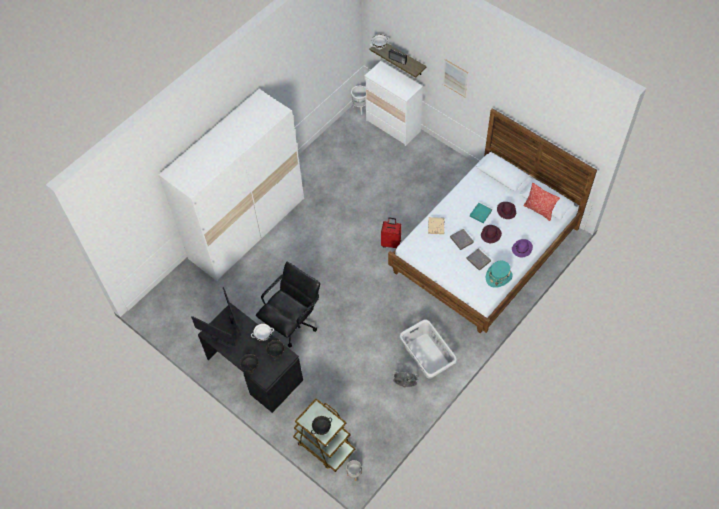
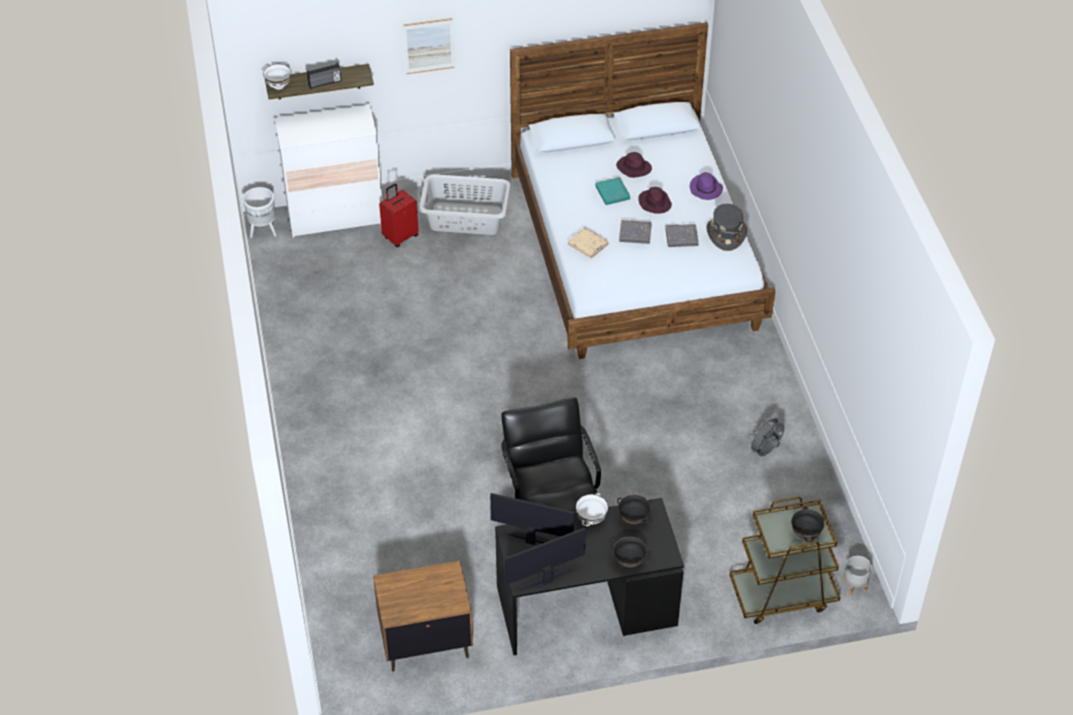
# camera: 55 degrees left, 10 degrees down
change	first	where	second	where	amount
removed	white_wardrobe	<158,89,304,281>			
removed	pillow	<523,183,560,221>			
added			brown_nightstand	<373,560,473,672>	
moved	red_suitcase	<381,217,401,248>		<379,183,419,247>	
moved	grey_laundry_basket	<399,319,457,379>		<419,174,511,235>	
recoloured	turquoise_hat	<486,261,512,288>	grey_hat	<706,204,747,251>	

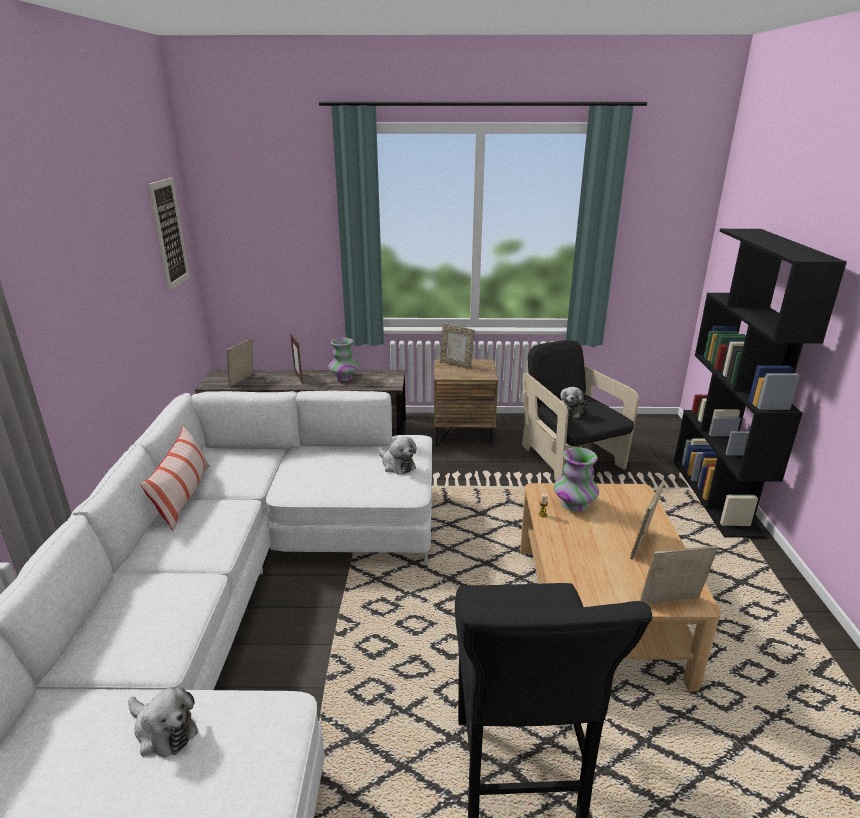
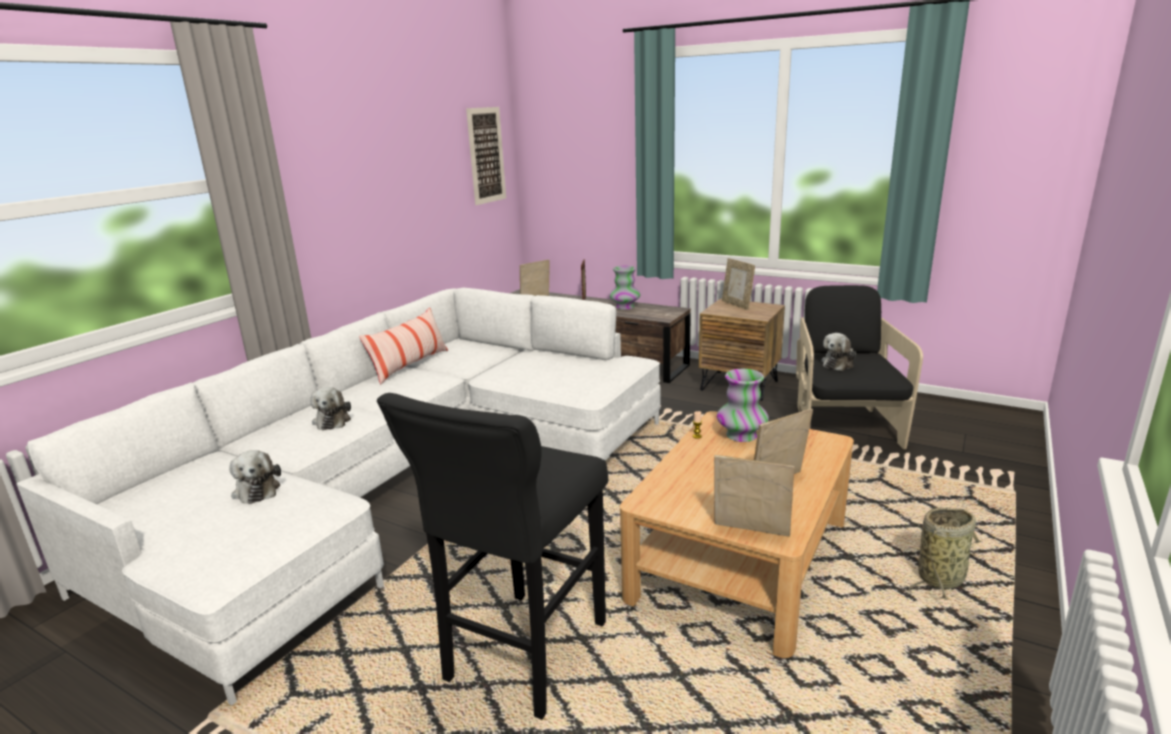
# camera: 30 degrees right, 5 degrees down
change	first	where	second	where	amount
removed	black_bookcase	<674,229,847,539>			
added			basket	<909,507,982,600>	
moved	plush_toy	<378,436,417,475>		<310,387,351,430>	

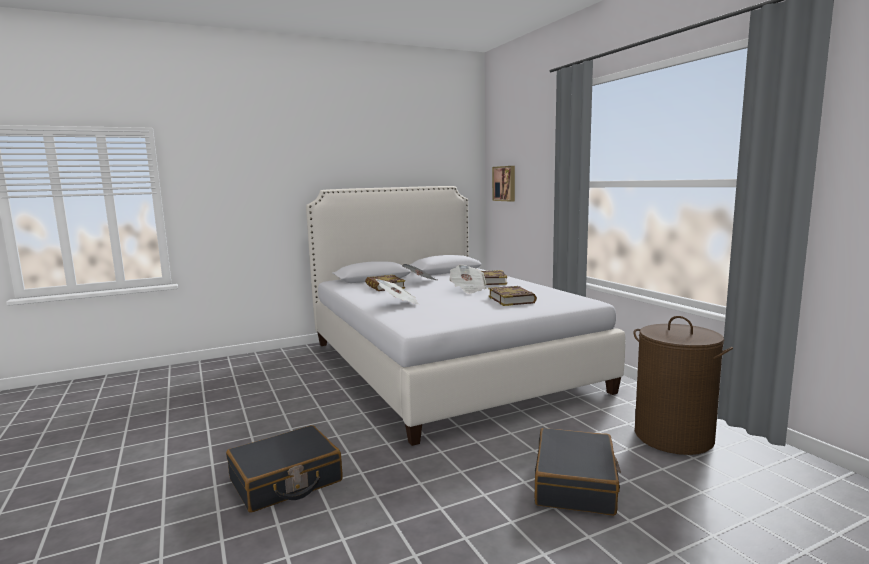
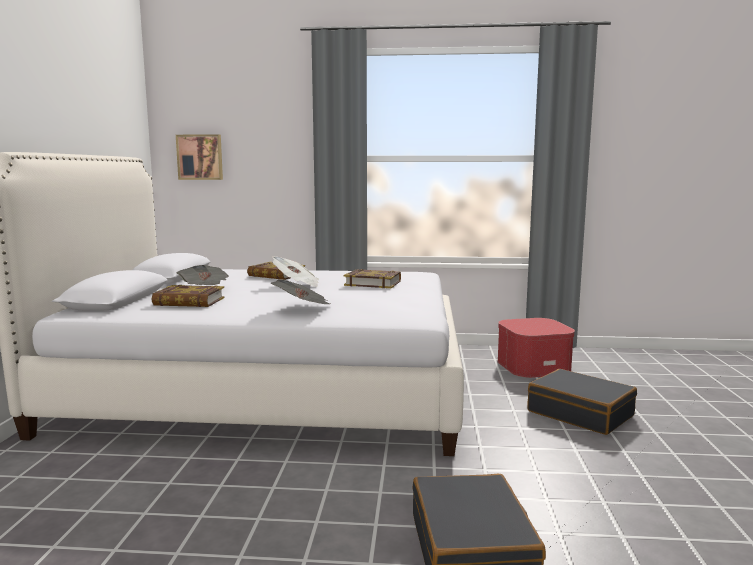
# camera: 60 degrees left, 0 degrees up
change	first	where	second	where	amount
replaced	brown_laundry_basket	<633,316,733,455>	ottoman	<497,318,575,378>	

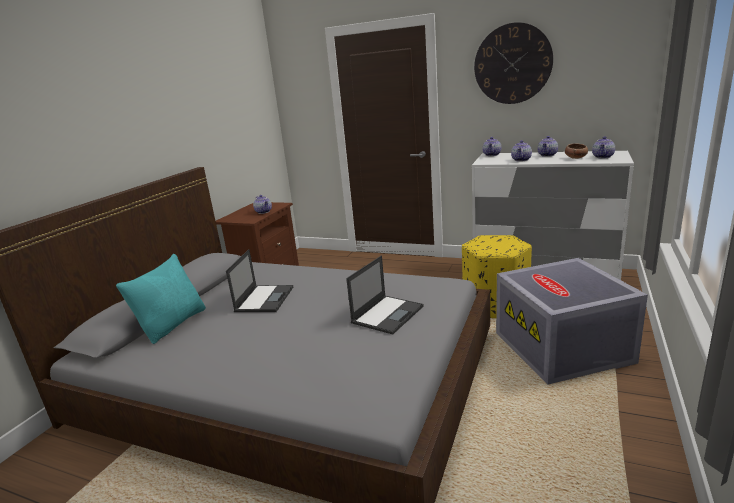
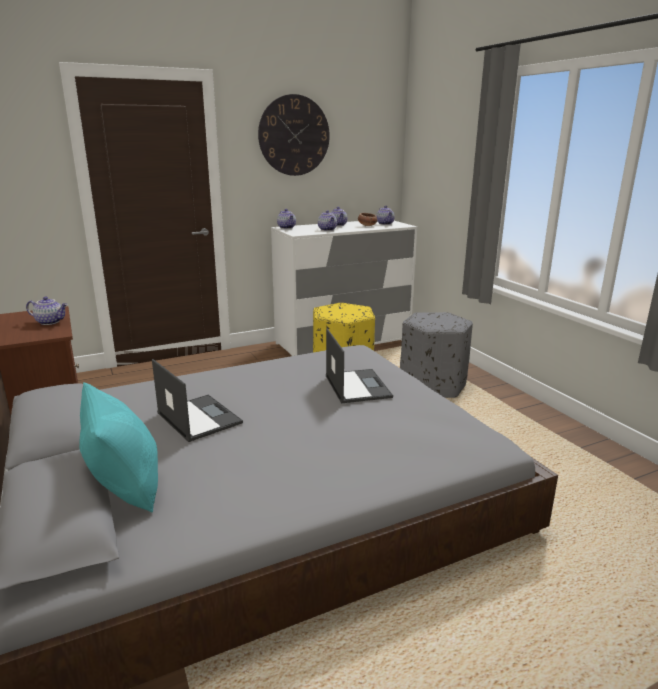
# camera: 50 degrees left, 0 degrees up
change	first	where	second	where	amount
replaced	grey_storage_box	<496,258,648,385>	grey_ottoman	<400,312,473,398>	

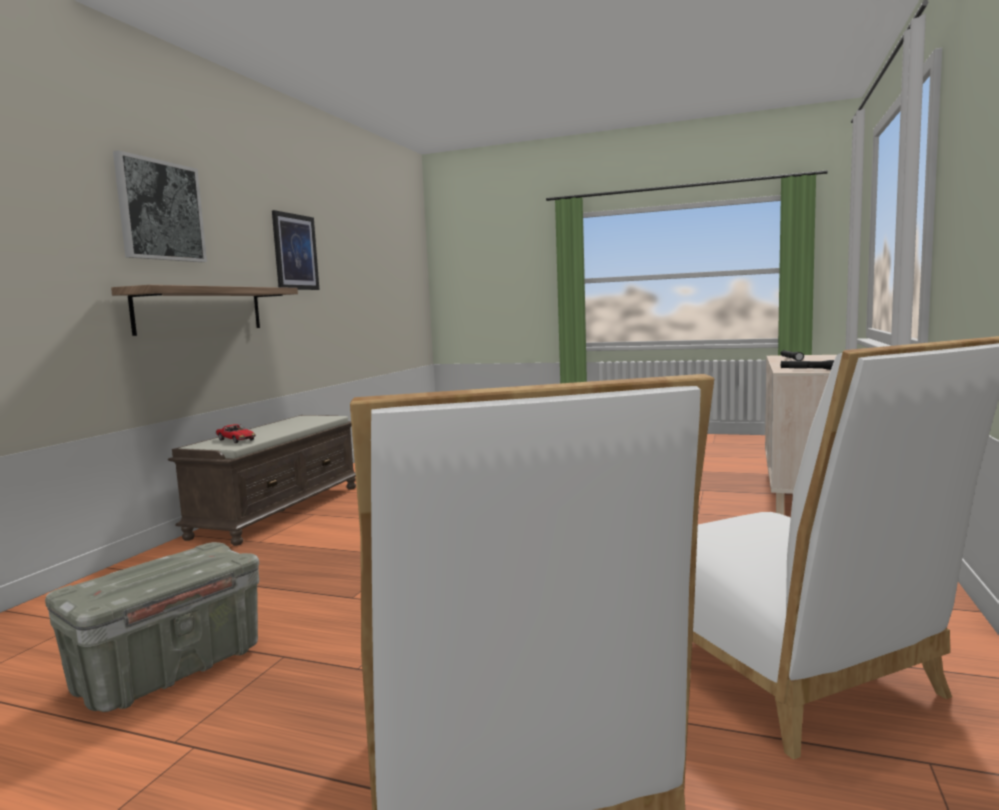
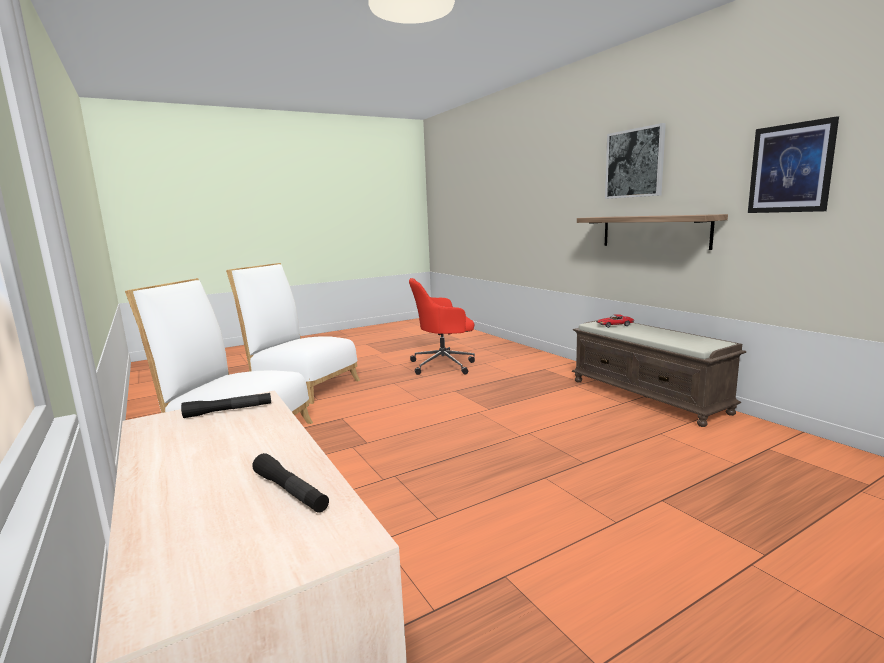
# camera: 130 degrees right, 5 degrees up
change	first	where	second	where	amount
replaced	grey_storage_box	<45,542,259,712>	red_office_chair	<409,278,475,375>	

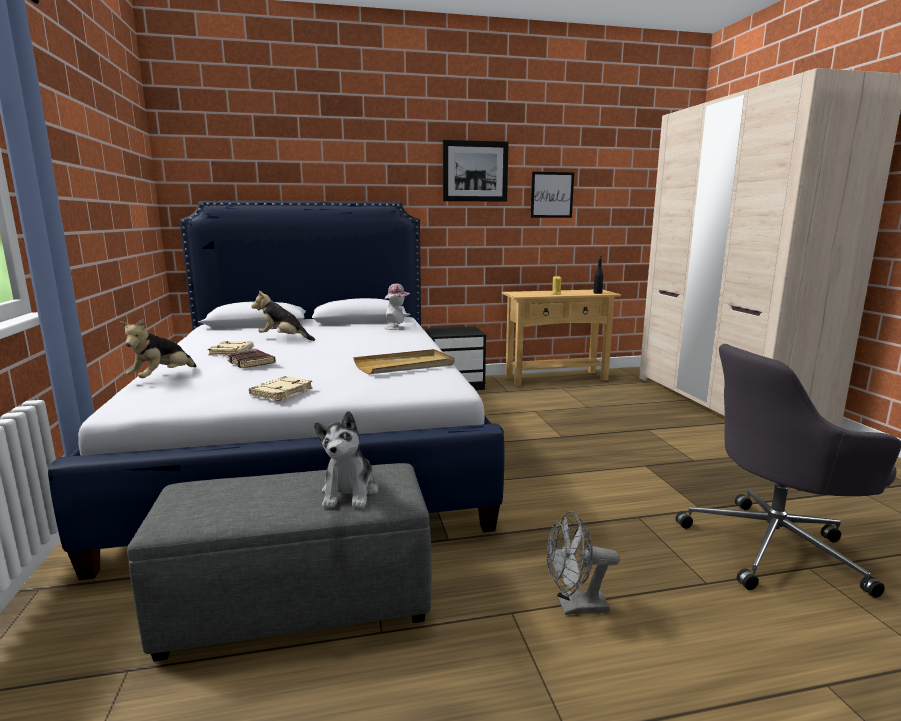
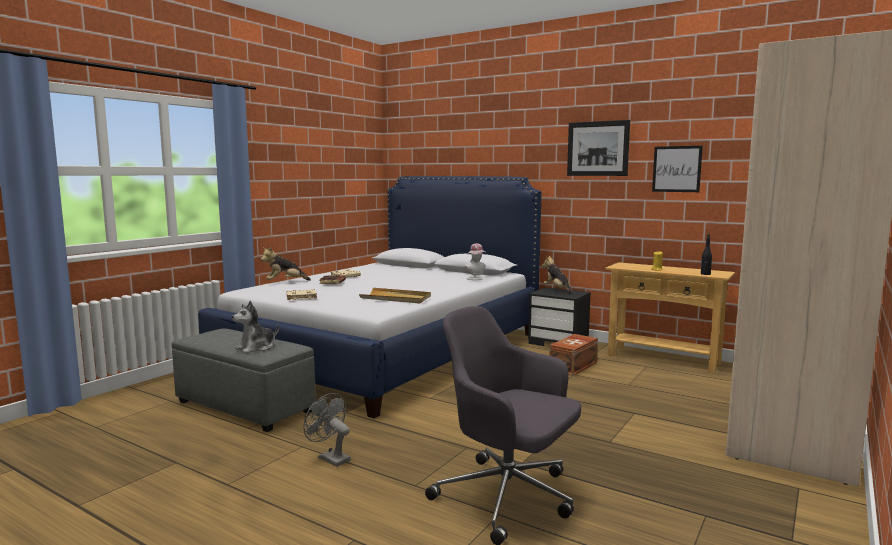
# camera: 45 degrees right, 5 degrees down
change	first	where	second	where	amount
added			brown_storage_box	<550,334,598,376>	
moved	plush_toy	<251,291,315,341>		<542,256,575,294>	

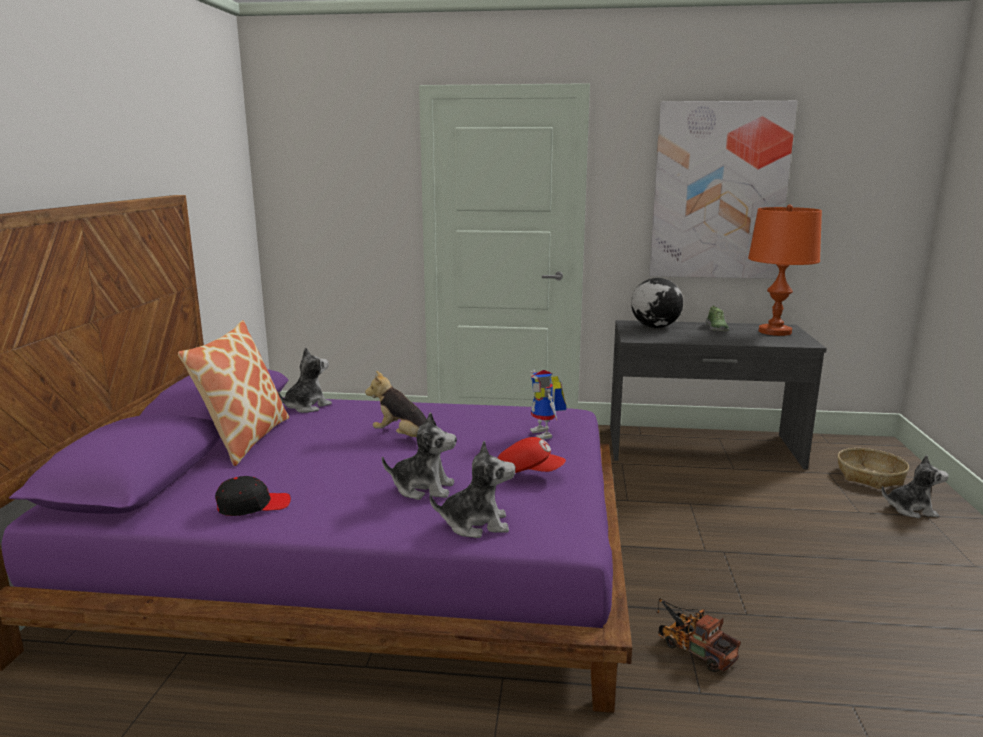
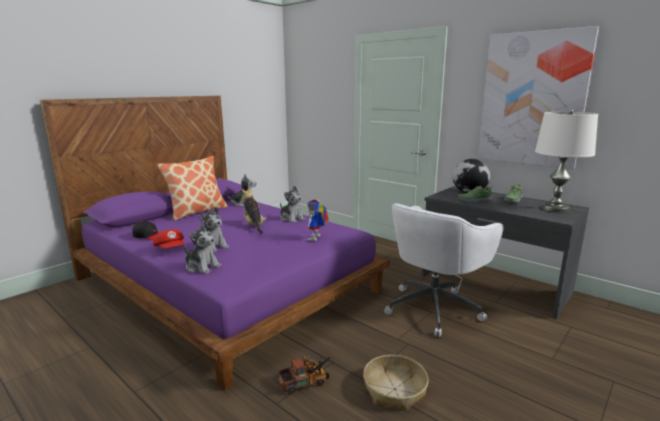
# camera: 35 degrees right, 0 degrees up
change	first	where	second	where	amount
added			white_office_chair	<384,203,503,337>	
added			shoe	<458,186,493,202>	
moved	red_cap	<498,437,566,473>		<153,229,184,249>	
moved	basket	<837,448,909,489>		<363,355,428,411>	
moved	plush_toy	<882,455,948,518>		<280,186,305,223>	
recoloured	orange_table_lamp	<748,204,822,336>	white_table_lamp	<535,109,598,212>	
turned	toy_truck	<656,598,741,672>		<278,356,334,394>	75 degrees clockwise

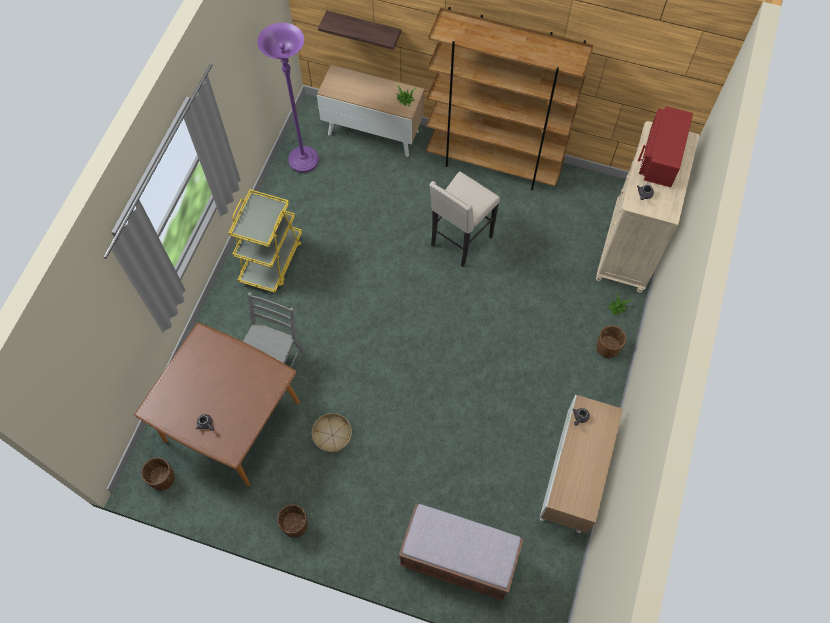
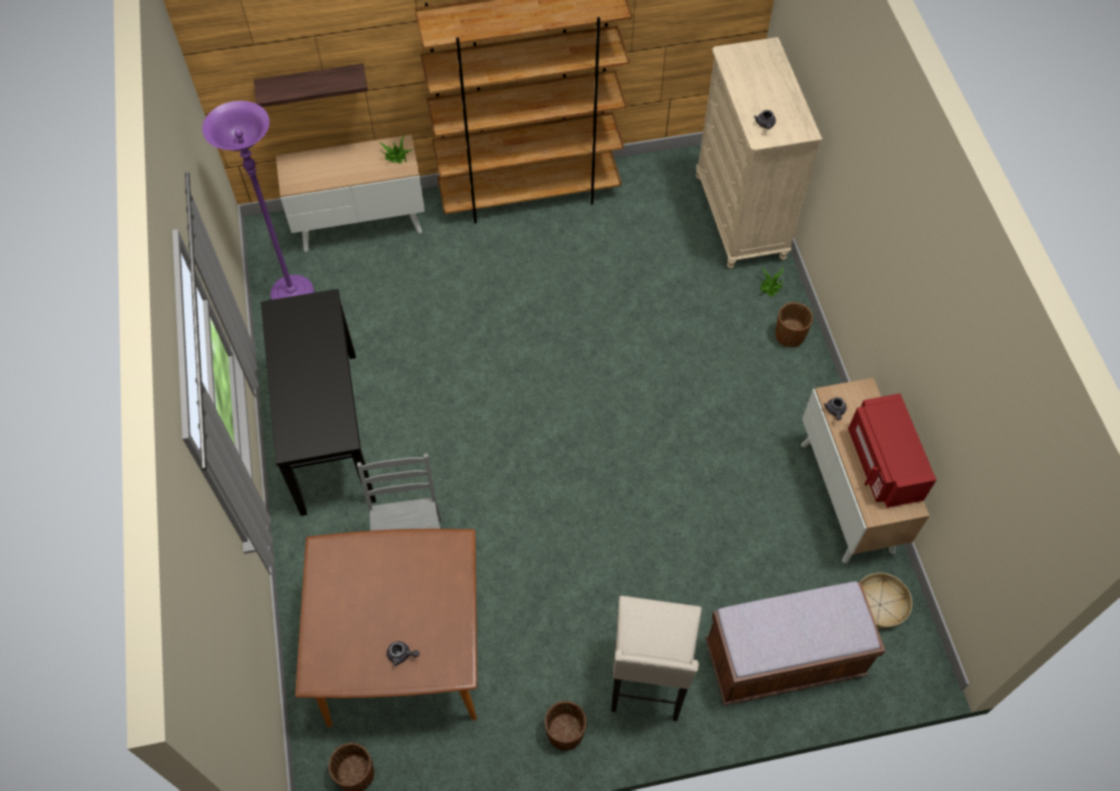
# camera: 30 degrees left, 5 degrees down
change	first	where	second	where	amount
moved	basket	<312,413,352,453>		<860,573,912,629>	
moved	beige_stool	<430,171,500,267>		<611,596,702,721>	
moved	red_microwave	<638,106,693,187>		<848,393,936,508>	
replaced	yellow_cart	<229,189,302,293>	black_console_table	<261,289,376,516>	

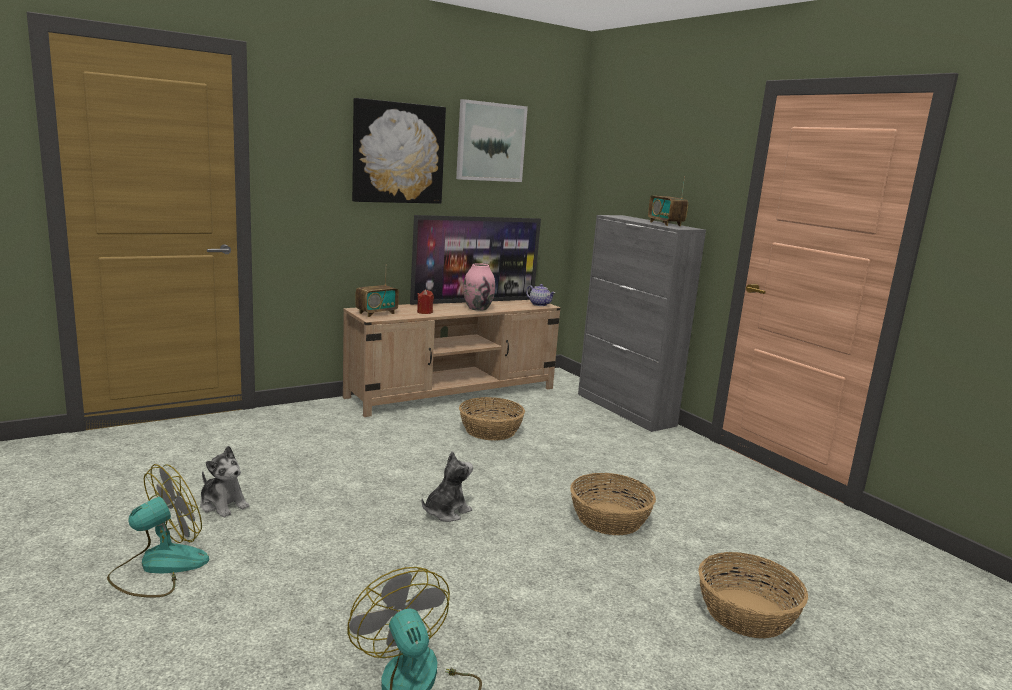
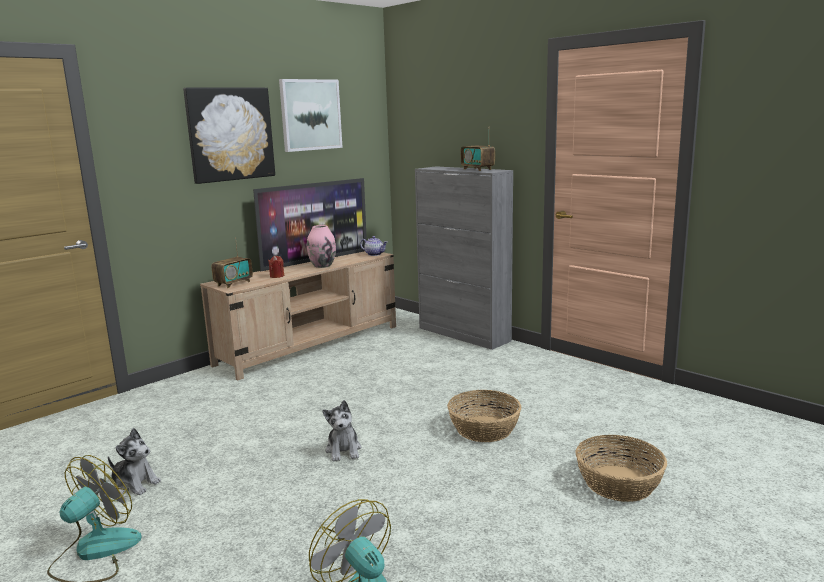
# camera: 10 degrees left, 0 degrees up
change	first	where	second	where	amount
removed	basket	<459,397,525,440>			
turned	plush_toy	<421,451,473,522>		<322,400,361,462>	135 degrees clockwise

